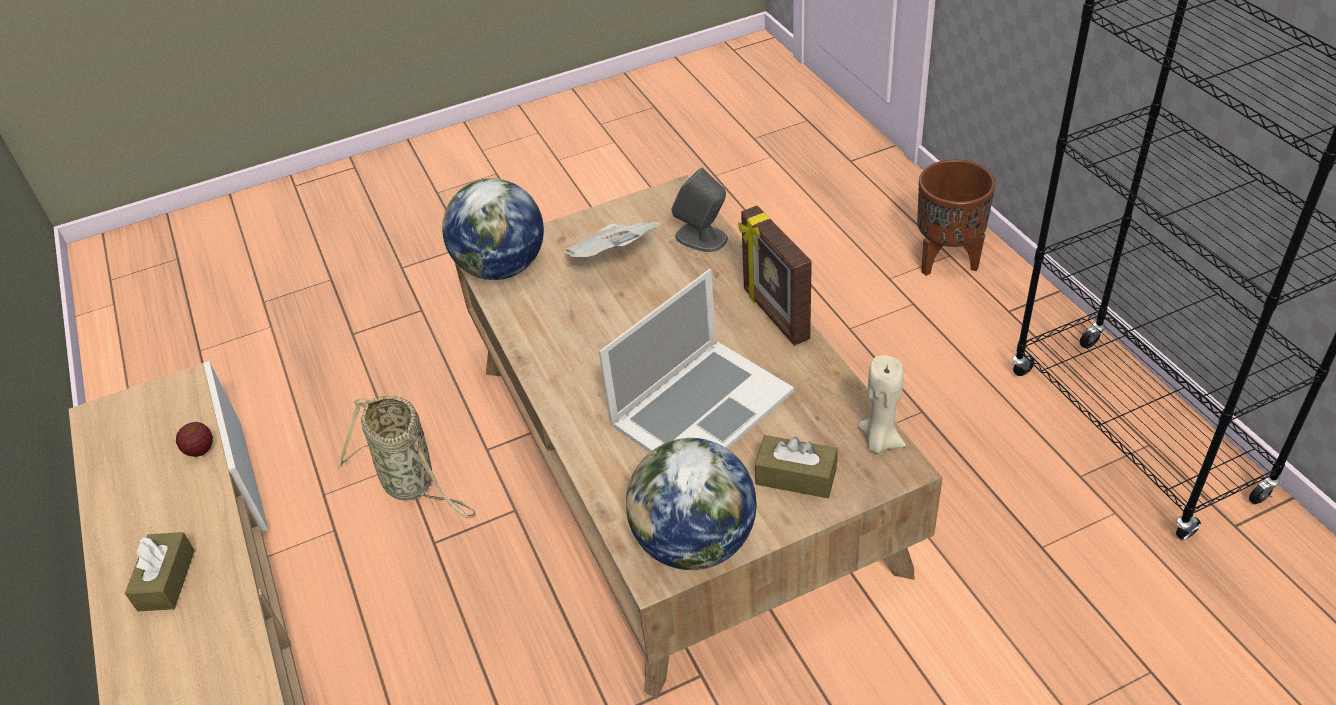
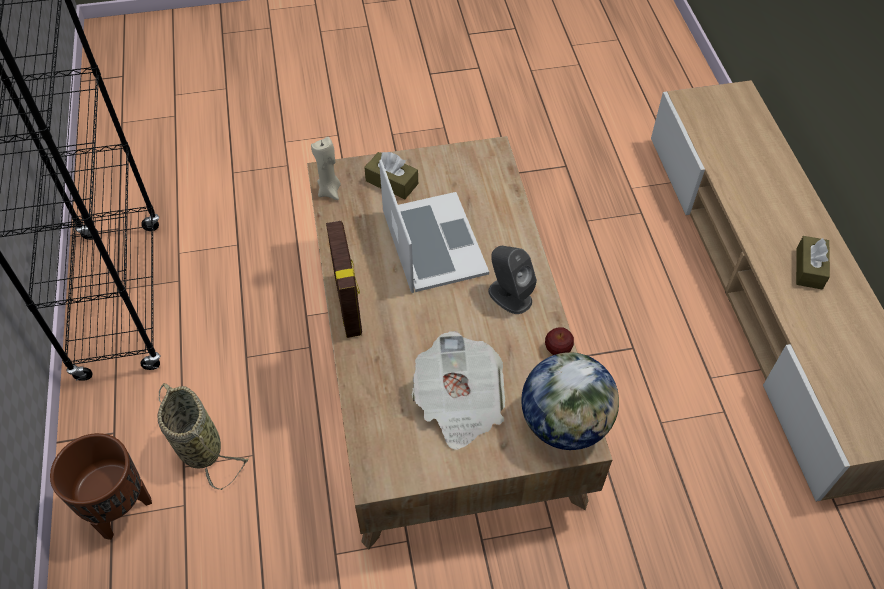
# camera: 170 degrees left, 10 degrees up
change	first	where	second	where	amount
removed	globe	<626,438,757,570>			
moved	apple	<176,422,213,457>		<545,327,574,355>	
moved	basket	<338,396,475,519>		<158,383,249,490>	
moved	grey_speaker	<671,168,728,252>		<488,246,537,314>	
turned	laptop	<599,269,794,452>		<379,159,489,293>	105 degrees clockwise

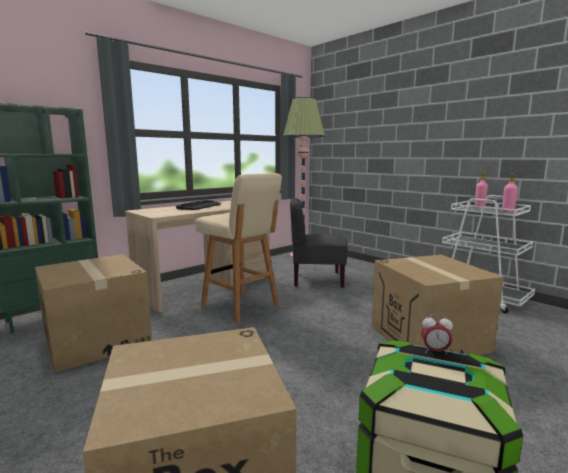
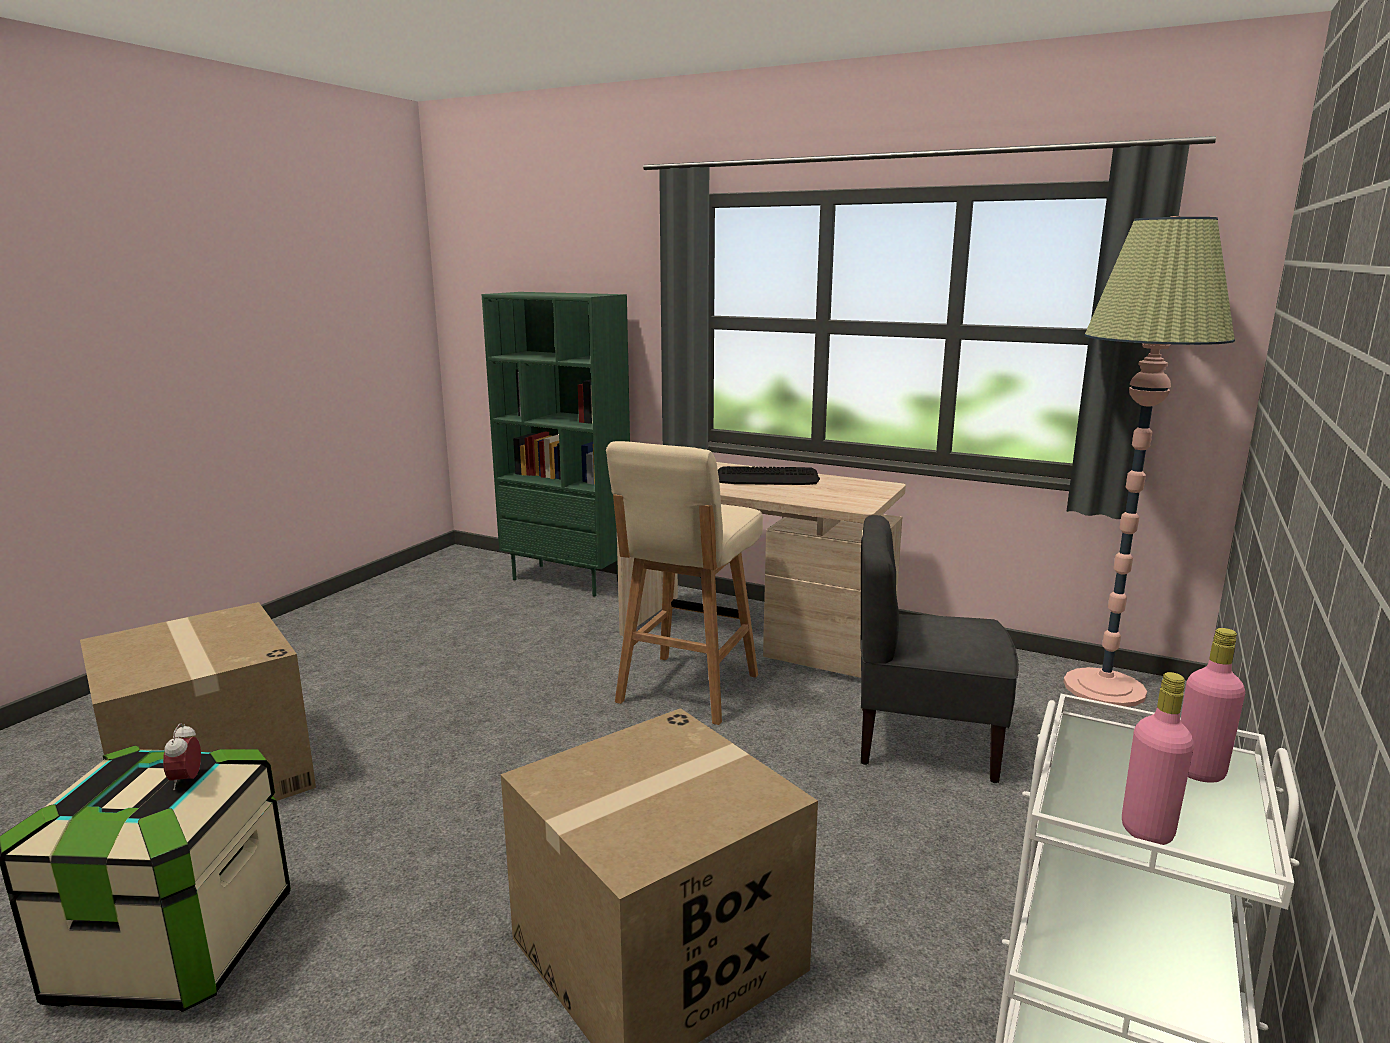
# camera: 70 degrees right, 5 degrees up
change	first	where	second	where	amount
removed	cardboard_box	<35,254,152,373>			
turned	grey_chair	<290,198,348,288>		<860,515,1019,783>	60 degrees counterclockwise

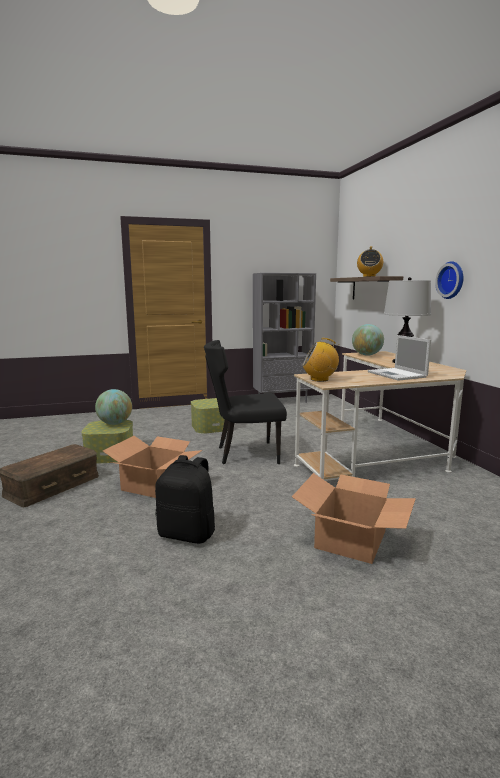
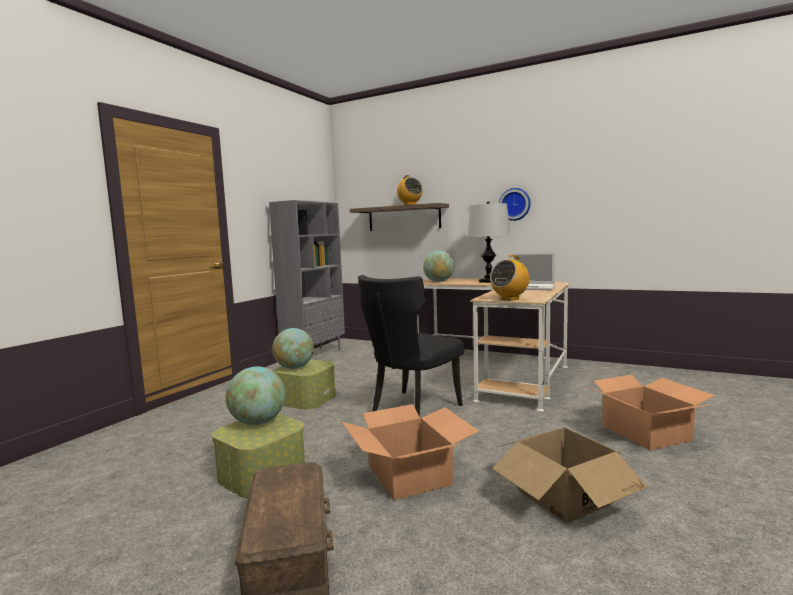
# camera: 45 degrees left, 5 degrees down
change	first	where	second	where	amount
added			globe	<272,328,314,369>	
replaced	black_backpack	<155,455,215,544>	cardboard_box	<492,427,648,523>	

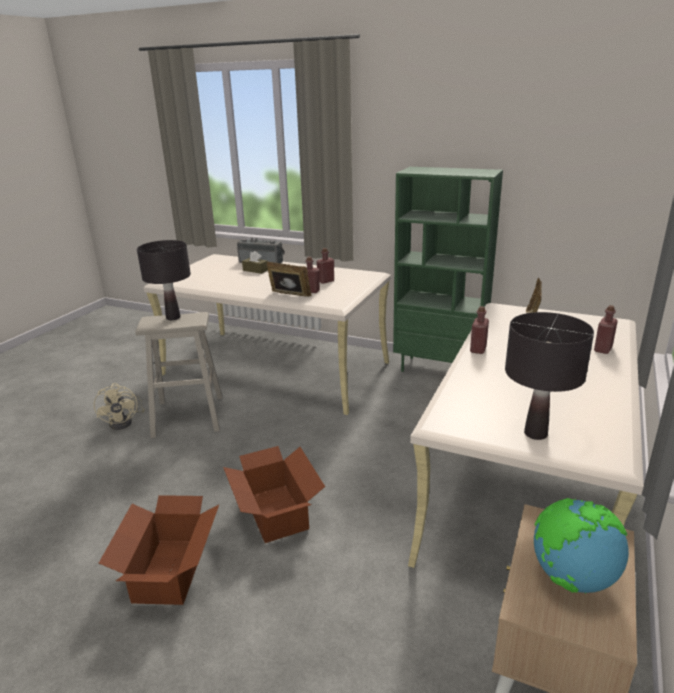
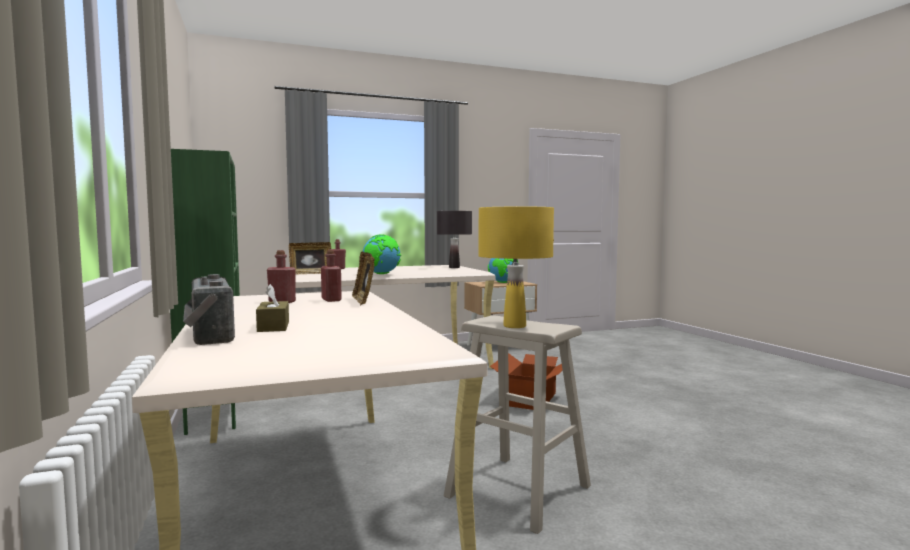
# camera: 135 degrees left, 20 degrees down
change	first	where	second	where	amount
removed	beige_fan	<94,383,145,430>			
removed	cardboard_box	<99,495,219,605>			
replaced	red_bottle	<470,306,489,354>	globe	<363,234,401,274>	
recoloured	black_table_lamp	<137,240,191,320>	yellow_table_lamp	<478,207,554,328>	

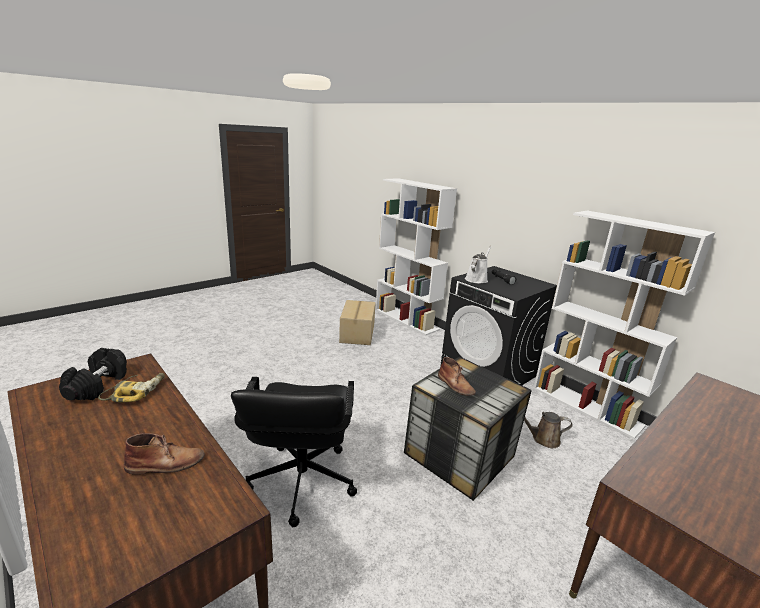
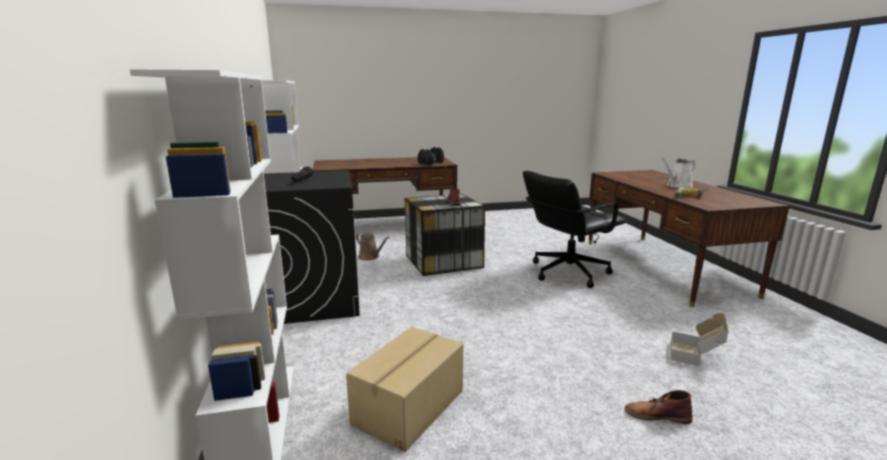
# camera: 150 degrees left, 5 degrees down
change	first	where	second	where	amount
added			cardboard_box	<670,313,728,366>	
moved	black_dumbbell	<59,348,127,400>		<417,147,444,165>	
moved	brown_boot	<124,433,205,475>		<625,390,693,424>	
moved	white_watering_can	<465,246,492,284>		<662,158,695,188>	
turned	black_office_chair	<231,377,357,527>		<523,171,626,288>	150 degrees counterclockwise

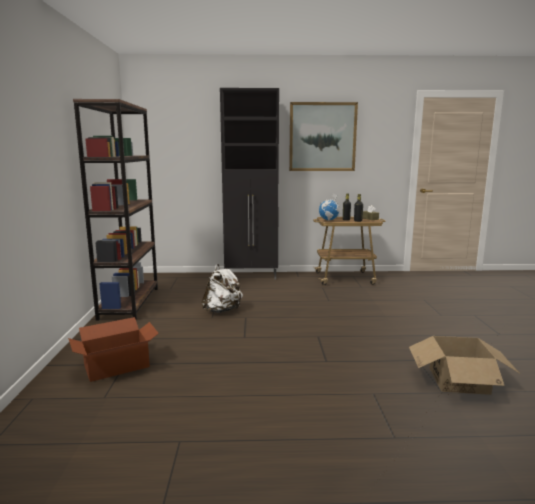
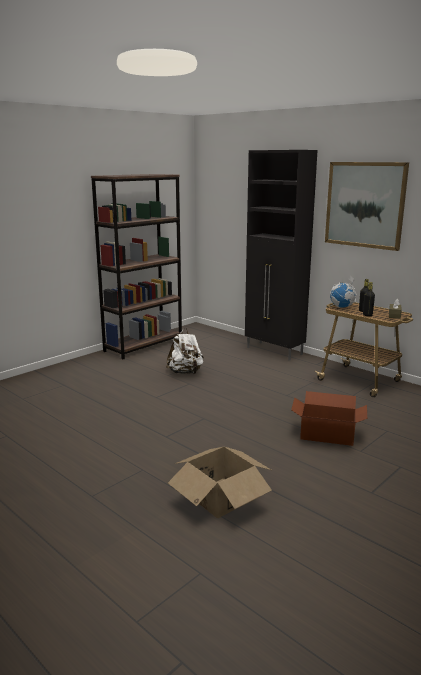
# camera: 45 degrees right, 5 degrees up
change	first	where	second	where	amount
moved	cardboard_box	<68,317,159,382>		<291,391,367,446>	

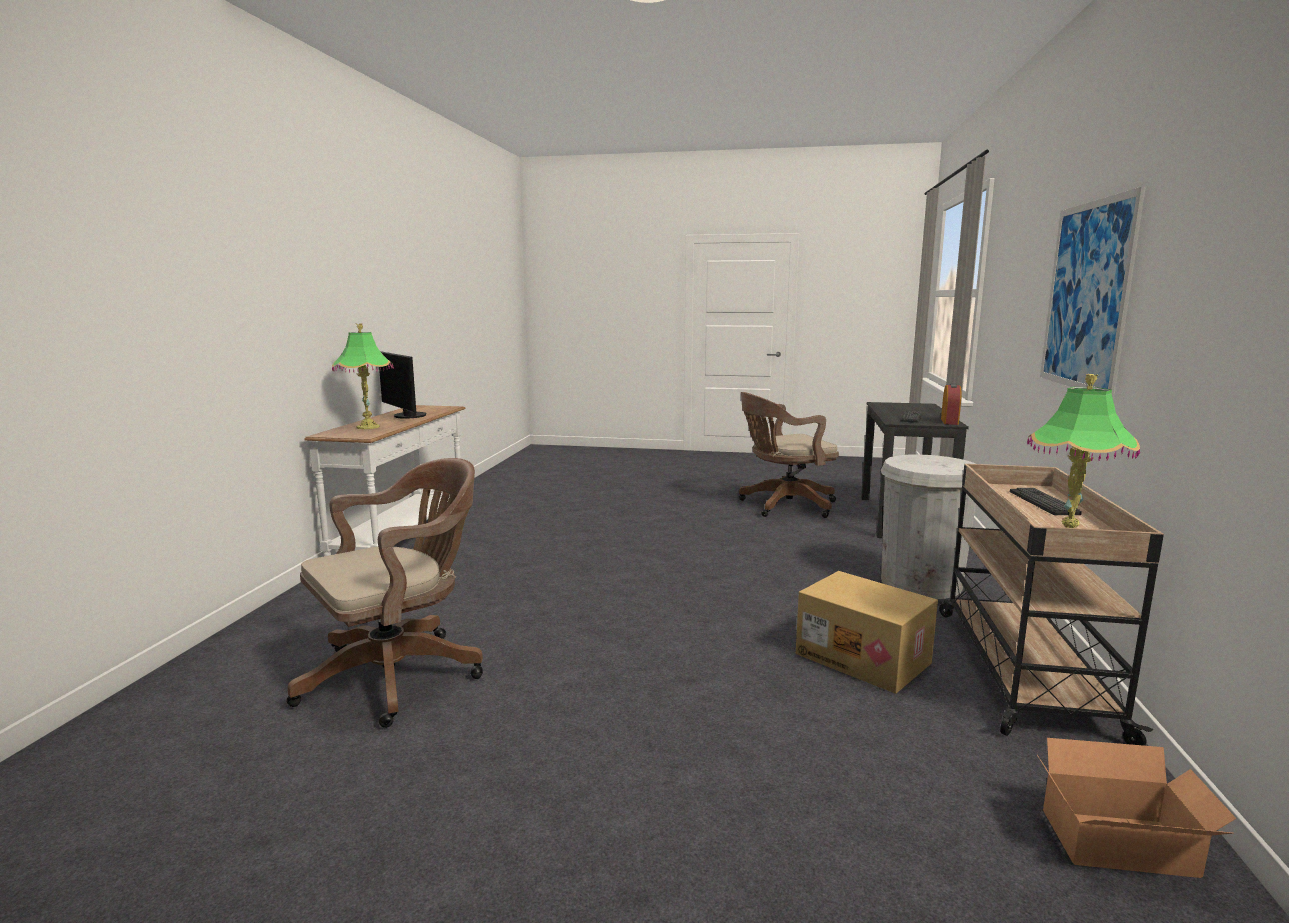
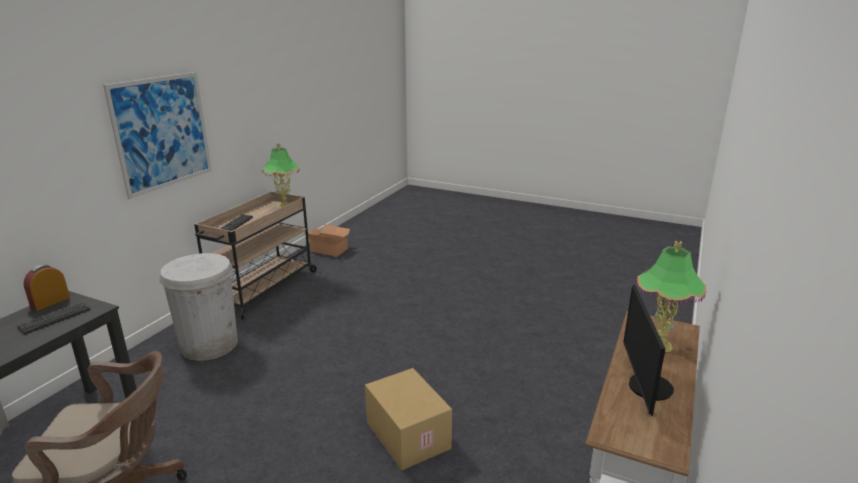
# camera: 165 degrees left, 10 degrees up
change	first	where	second	where	amount
removed	brown_office_chair	<287,458,483,728>			
moved	cardboard_box	<796,571,938,694>		<365,368,452,470>	
turned	monitor	<379,351,427,419>		<623,284,674,416>	150 degrees counterclockwise

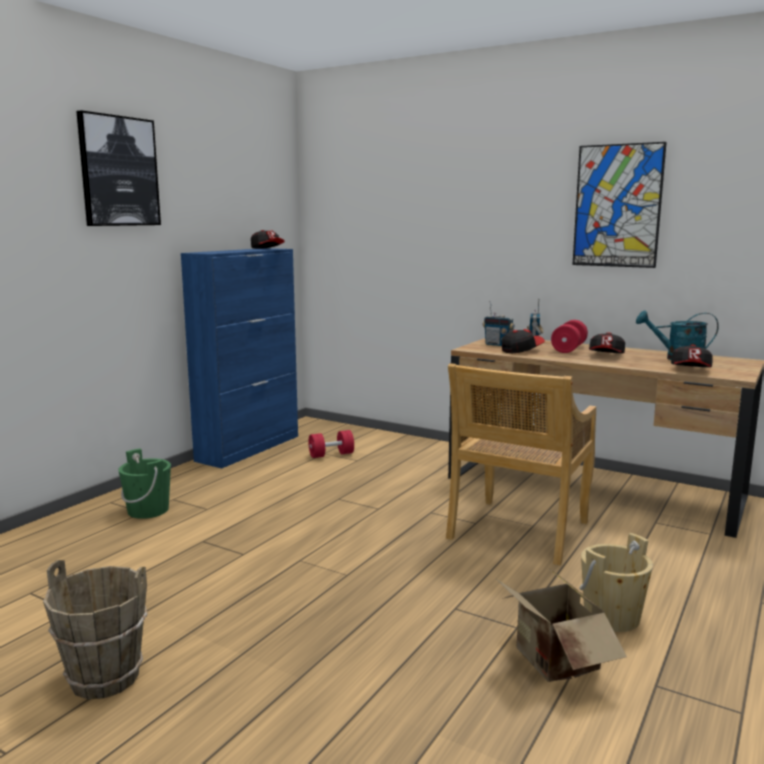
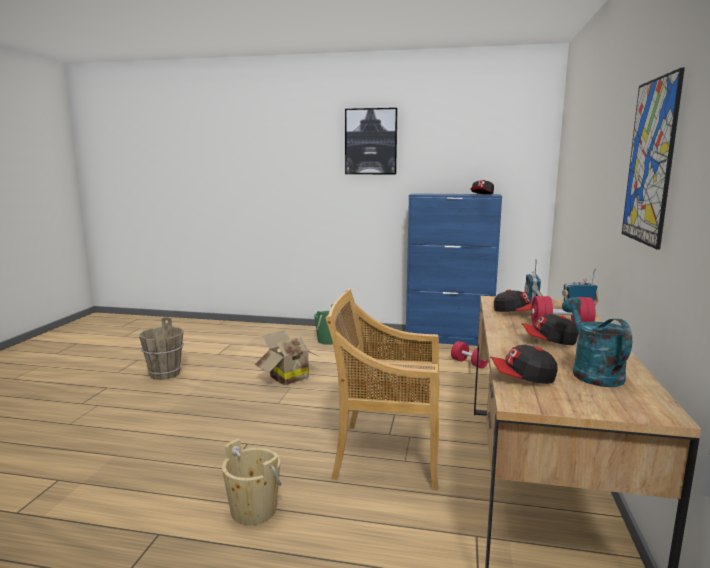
# camera: 70 degrees right, 0 degrees up
change	first	where	second	where	amount
moved	cardboard_box	<495,570,627,682>		<255,331,319,385>	

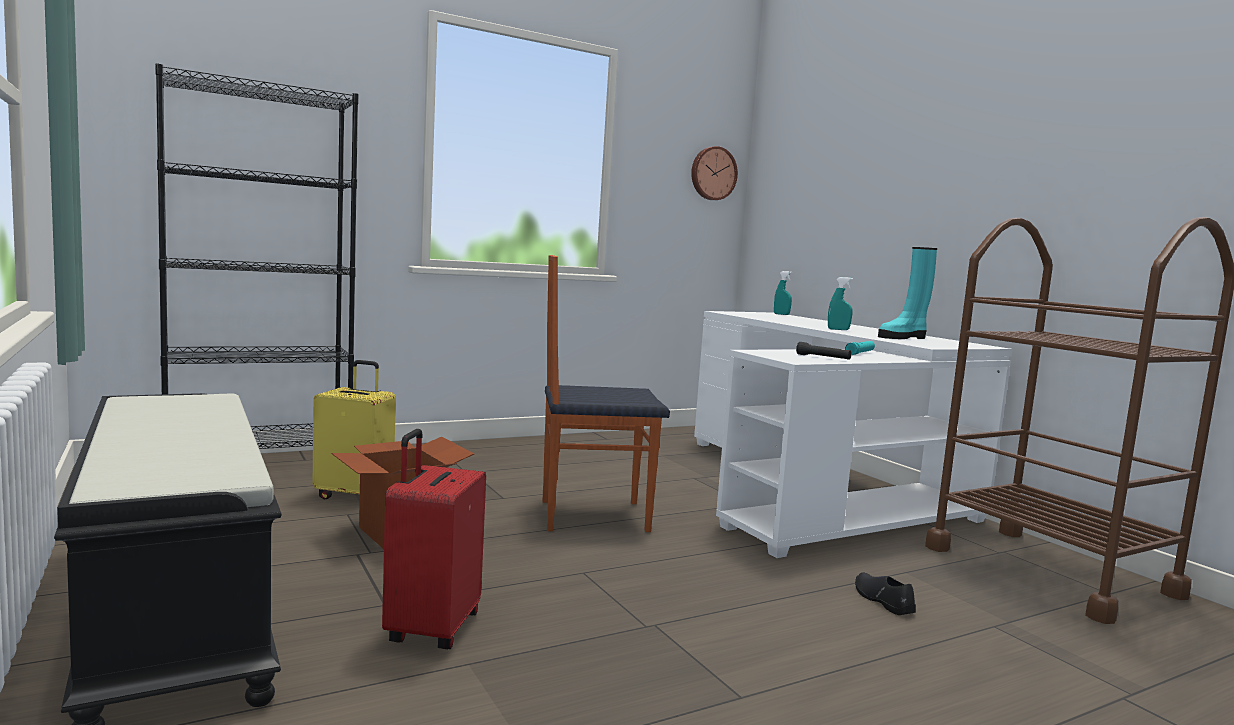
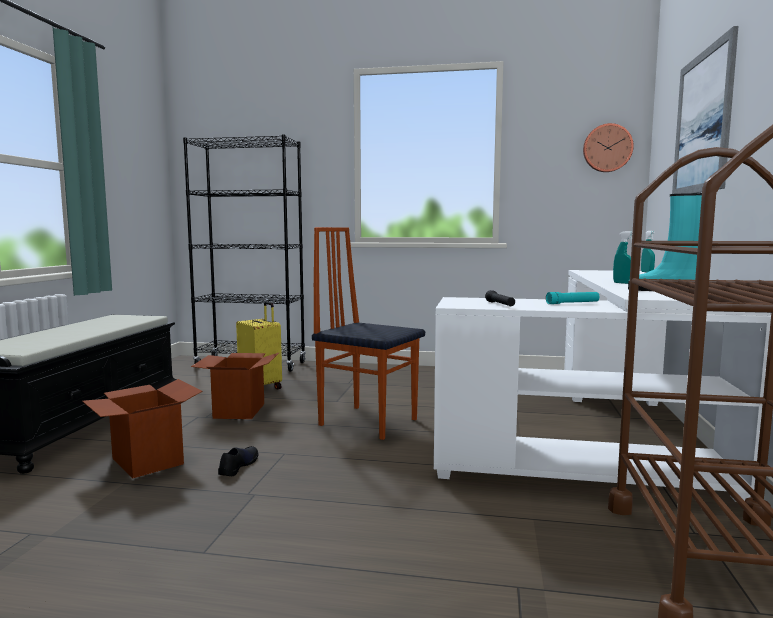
# camera: 40 degrees right, 0 degrees up
change	first	where	second	where	amount
added			picture	<672,26,739,194>	
moved	black_shoe	<855,573,916,615>		<218,446,258,476>	
replaced	red_suitcase	<382,429,486,649>	cardboard_box	<82,379,203,478>	

